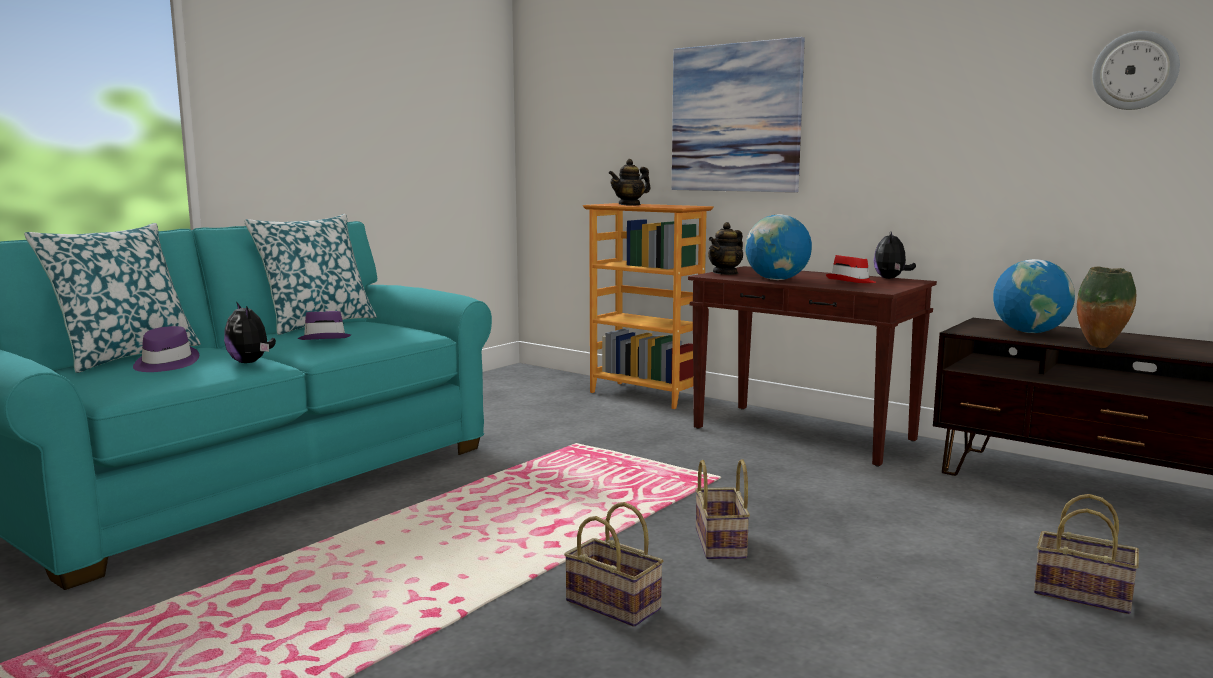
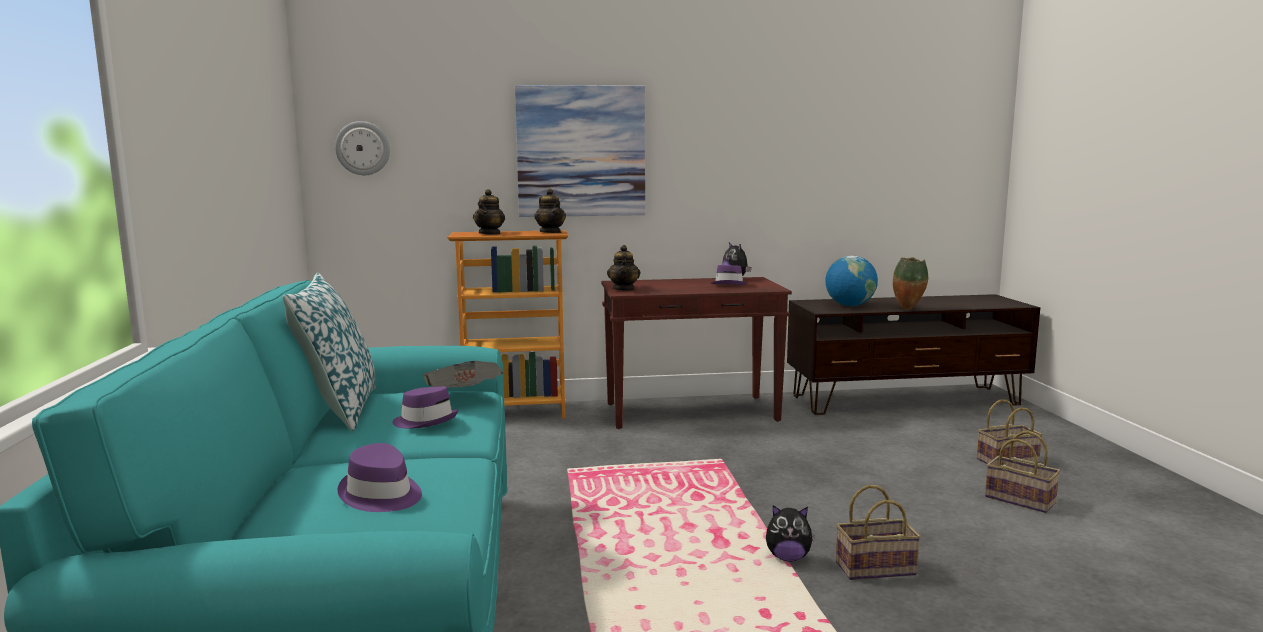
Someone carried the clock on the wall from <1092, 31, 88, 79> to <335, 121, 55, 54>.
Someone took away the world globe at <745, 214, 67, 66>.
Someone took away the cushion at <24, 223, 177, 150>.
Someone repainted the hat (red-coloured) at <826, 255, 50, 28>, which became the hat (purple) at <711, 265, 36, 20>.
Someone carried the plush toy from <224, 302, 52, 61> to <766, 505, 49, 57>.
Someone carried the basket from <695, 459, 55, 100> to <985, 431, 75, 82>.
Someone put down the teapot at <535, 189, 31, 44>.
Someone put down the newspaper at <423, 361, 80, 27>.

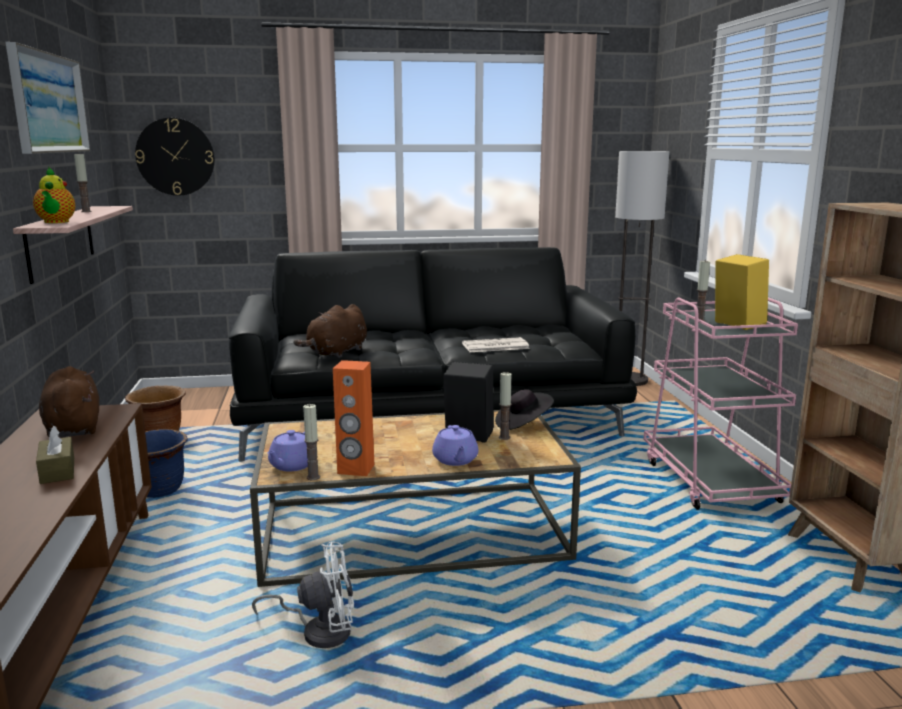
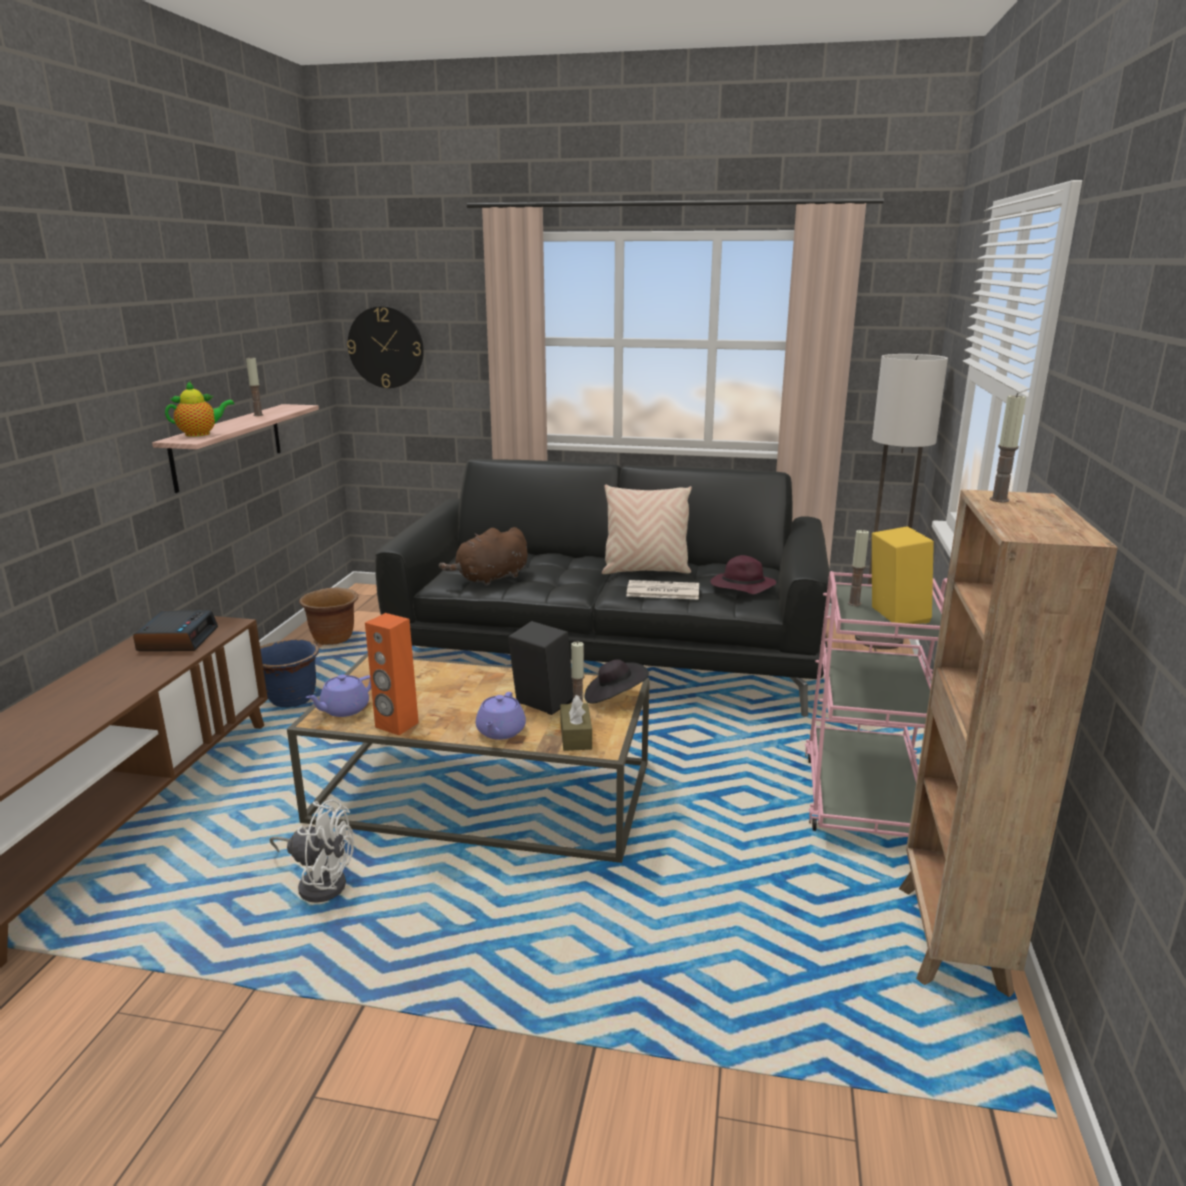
Someone took away the wall art at <6, 42, 84, 112>.
Someone rotated the teapot at <33, 167, 42, 56> by 120 degrees counterclockwise.
Someone swapped the plush toy (brown) at <39, 366, 60, 71> for the bedside clock at <133, 610, 85, 41>.
Someone carried the candle from <303, 404, 17, 76> to <990, 393, 36, 109>.
Someone carried the tissue box (brown) from <36, 426, 38, 58> to <560, 695, 32, 56>.
Someone put down the cushion (sand-coloured) at <602, 485, 90, 89>.
Someone put down the hat (purple) at <711, 555, 65, 39>.

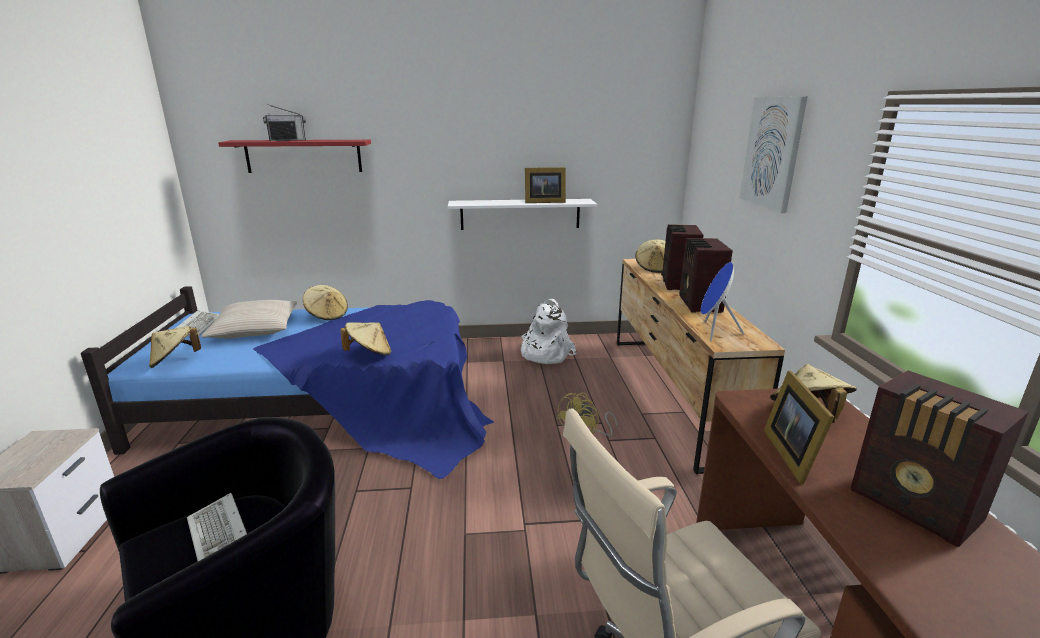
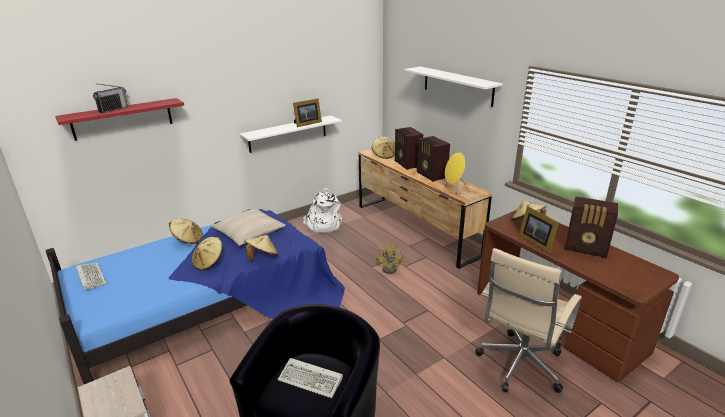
Someone swapped the wall art at <739, 96, 69, 117> for the shelf (white-coloured) at <404, 67, 99, 40>.
Someone repainted the speaker (bluish) at <701, 262, 44, 80>, which became the speaker (yellow-coloured) at <445, 152, 24, 45>.
Someone carried the cushion (sand-coloured) from <201, 300, 96, 39> to <211, 208, 75, 38>.
Someone carried the hat (sand-coloured) from <149, 326, 52, 42> to <192, 237, 31, 34>.

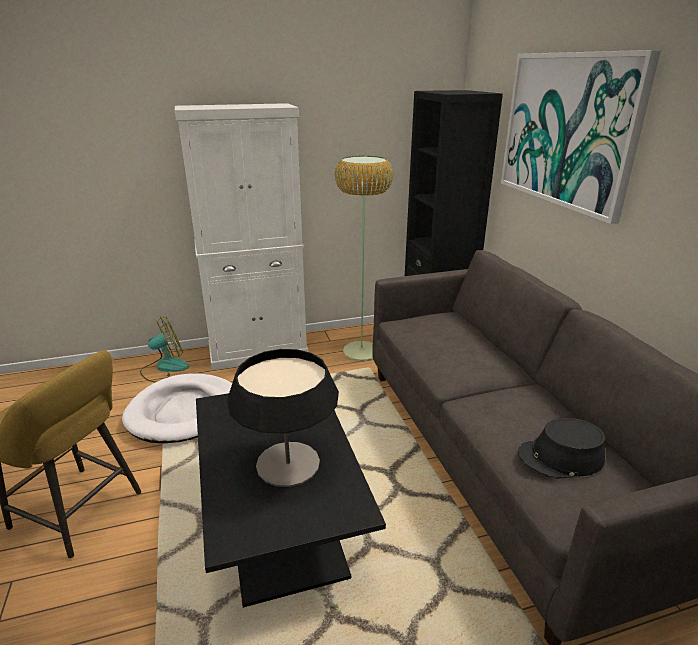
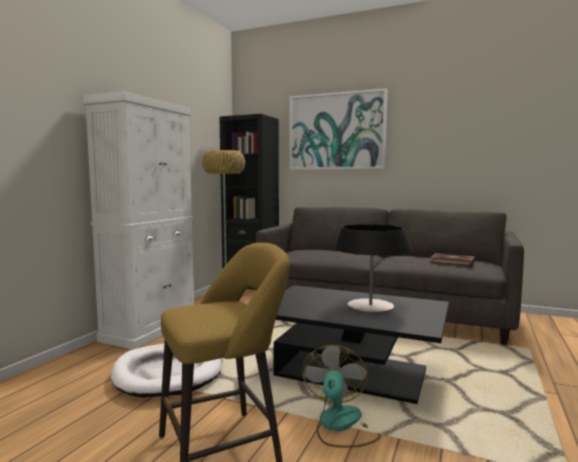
Someone carried the fan from <140, 316, 49, 66> to <302, 345, 79, 103>.
Someone swapped the hat (blackish) at <518, 418, 87, 61> for the book at <430, 253, 45, 13>.

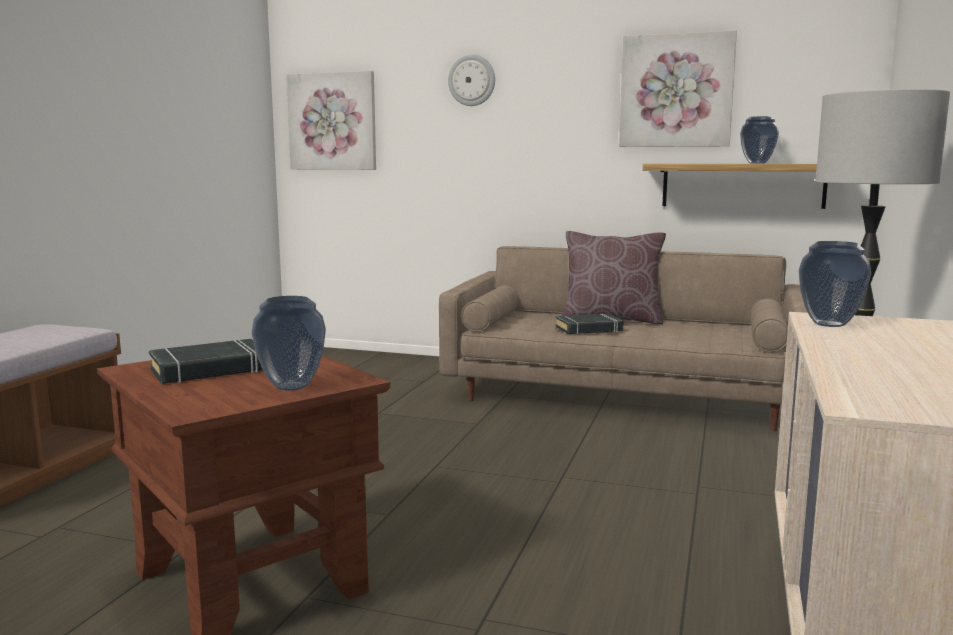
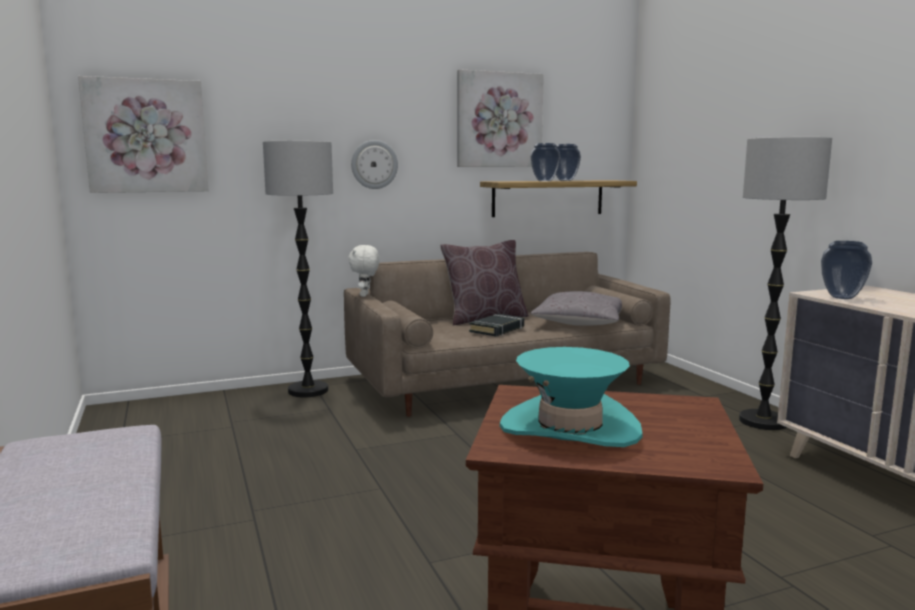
Someone carried the clock on the wall from <448, 54, 47, 52> to <351, 140, 47, 49>.
Someone carried the vase from <252, 296, 74, 95> to <531, 143, 29, 38>.
Someone swapped the book (blackish) at <149, 339, 114, 45> for the hat (turquoise) at <500, 347, 143, 100>.
Someone put down the standing lamp at <263, 141, 70, 256>.
Someone put down the plush toy (white-coloured) at <348, 245, 32, 52>.
Someone put down the cushion (greyish) at <531, 291, 91, 35>.

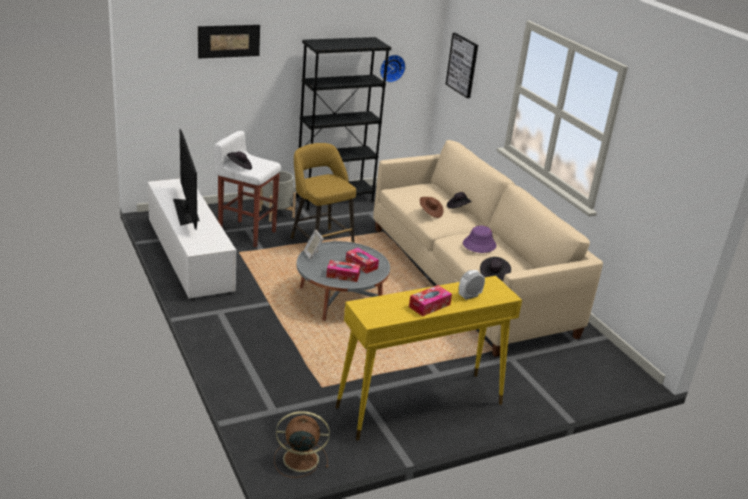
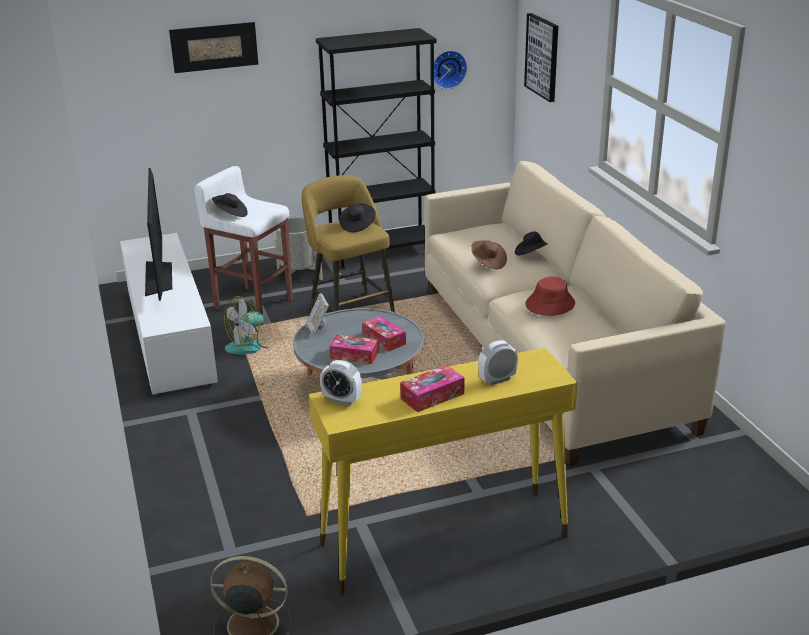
Someone repainted the hat (purple) at <463, 226, 33, 27>, which became the hat (red-coloured) at <525, 277, 50, 39>.
Someone carried the hat (blackish) from <480, 257, 31, 24> to <340, 204, 36, 28>.
Someone put down the fan at <224, 296, 48, 59>.
Someone put down the bedside clock at <320, 360, 42, 45>.

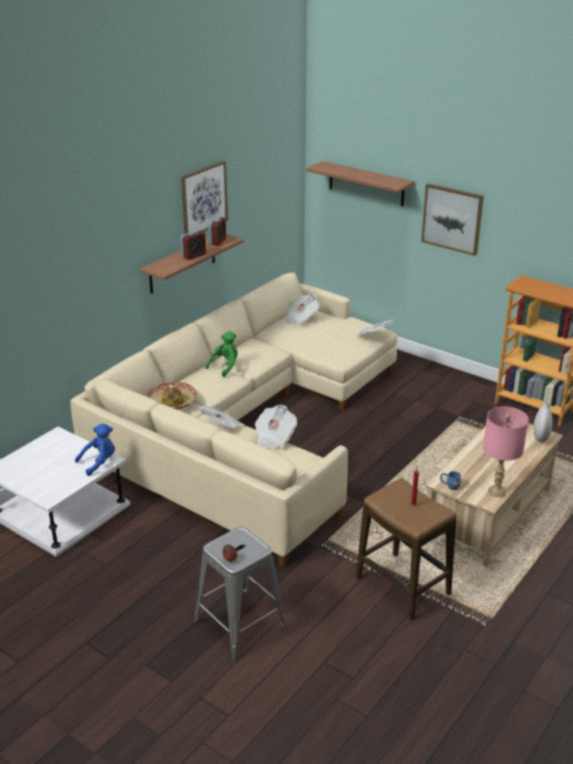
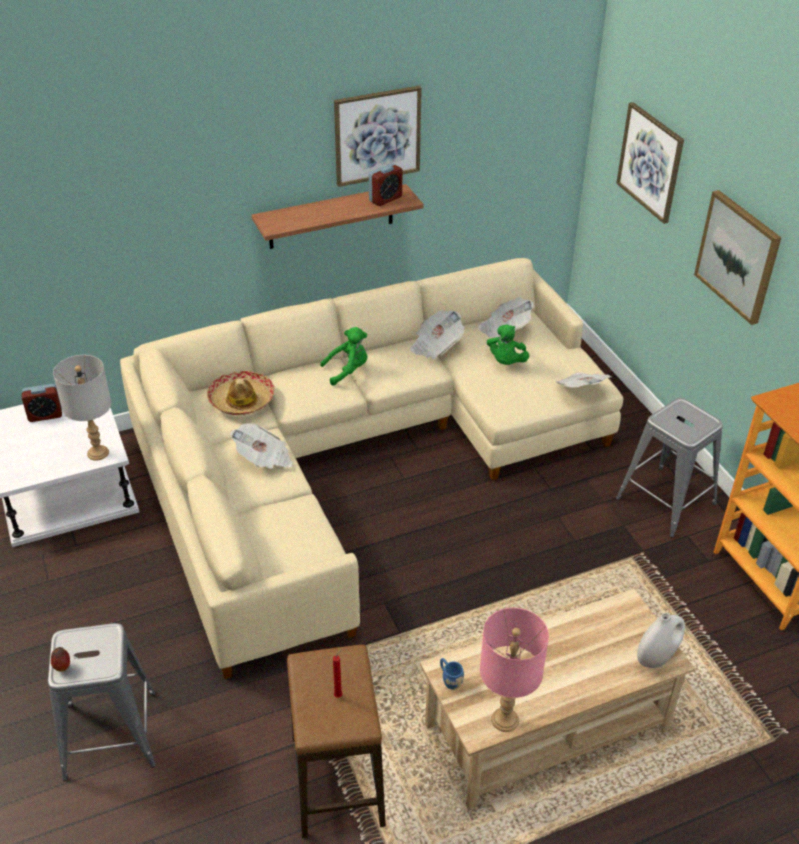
Someone swapped the shelf at <306, 161, 108, 45> for the wall art at <616, 102, 68, 122>.
Someone carried the bedside clock from <180, 230, 26, 30> to <22, 384, 40, 38>.
Someone carried the newspaper from <254, 405, 43, 43> to <410, 310, 54, 49>.
Someone swapped the plush toy (bluish) at <75, 424, 40, 52> for the table lamp (greyish) at <53, 355, 58, 106>.
Someone put down the plush toy (greenish) at <487, 324, 42, 41>.
Someone put down the stool (greyish) at <616, 398, 107, 140>.

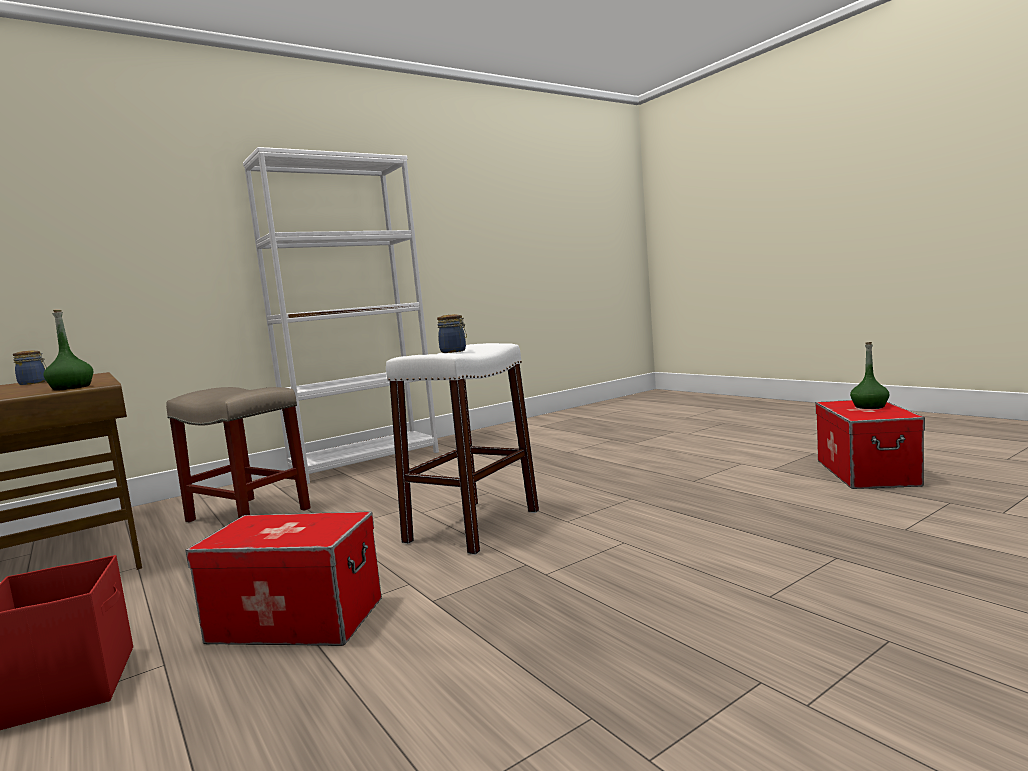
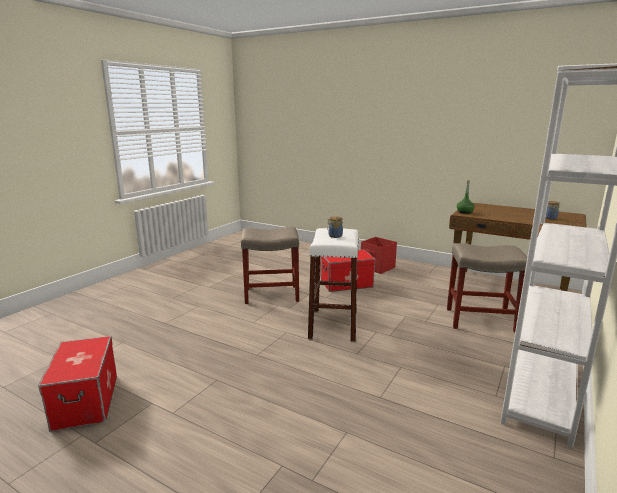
Someone took away the bottle (greenish) at <850, 342, 39, 67>.
Someone put down the stool (sand-coloured) at <241, 227, 58, 77>.

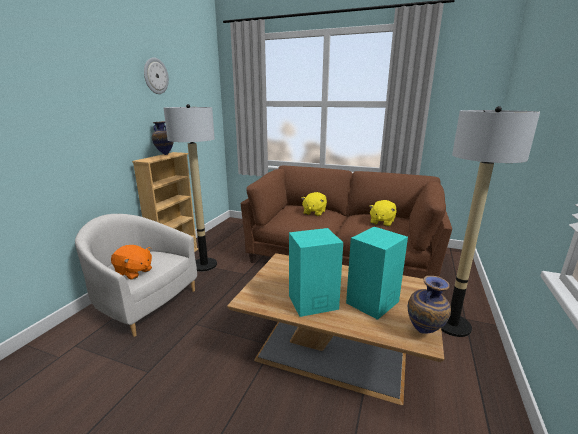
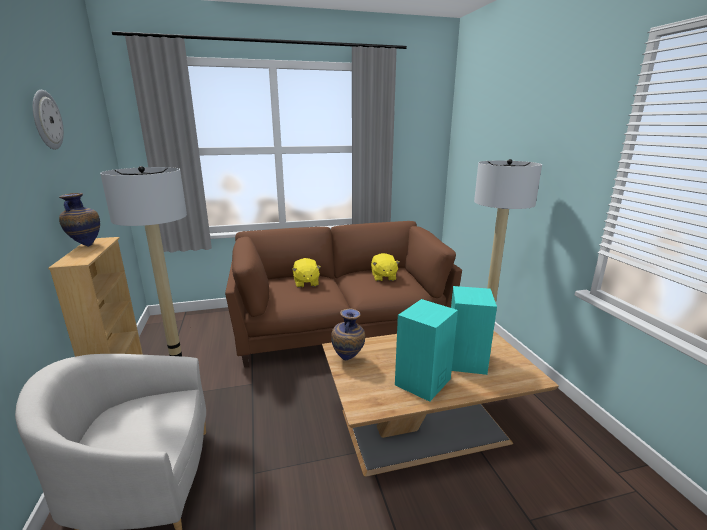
Someone took away the plush toy (orange-coloured) at <111, 245, 41, 35>.
Someone carried the vase from <408, 276, 43, 58> to <331, 308, 34, 53>.

